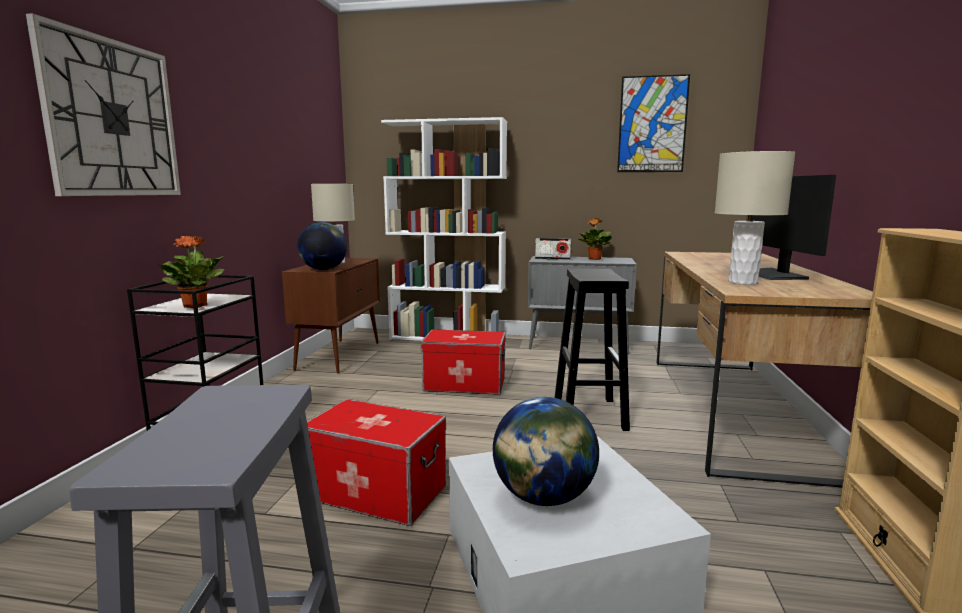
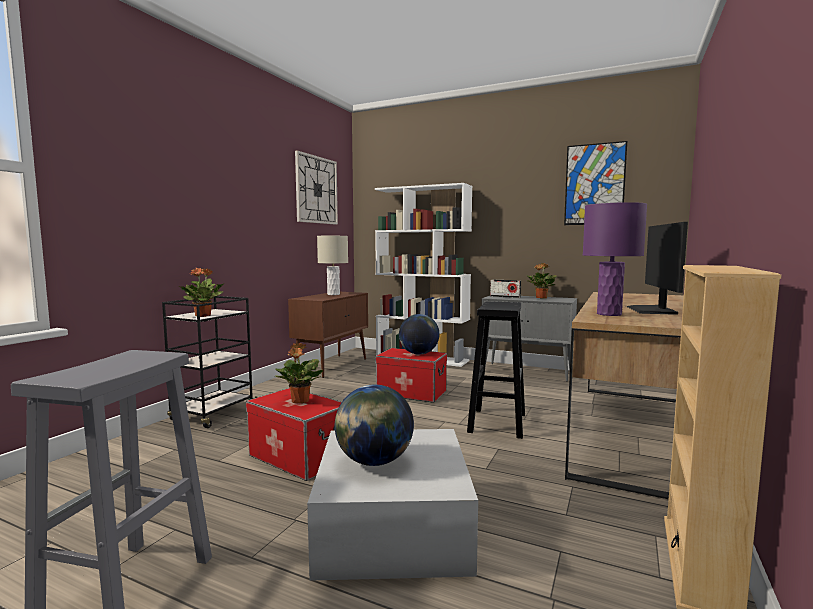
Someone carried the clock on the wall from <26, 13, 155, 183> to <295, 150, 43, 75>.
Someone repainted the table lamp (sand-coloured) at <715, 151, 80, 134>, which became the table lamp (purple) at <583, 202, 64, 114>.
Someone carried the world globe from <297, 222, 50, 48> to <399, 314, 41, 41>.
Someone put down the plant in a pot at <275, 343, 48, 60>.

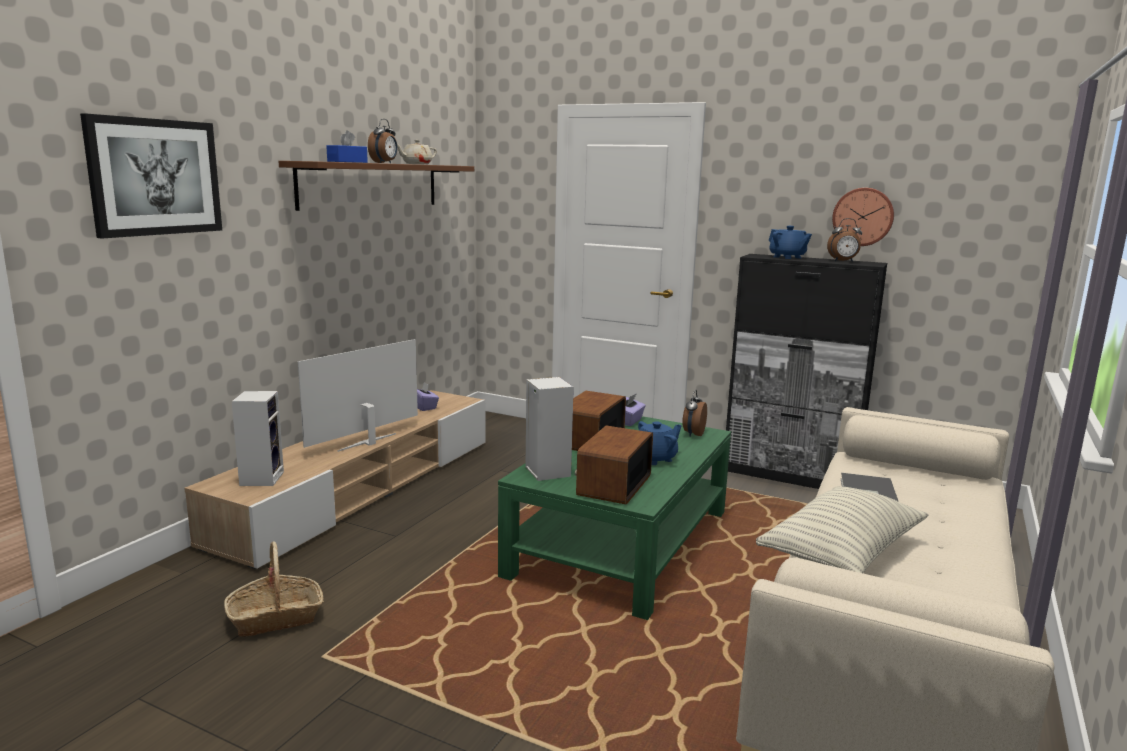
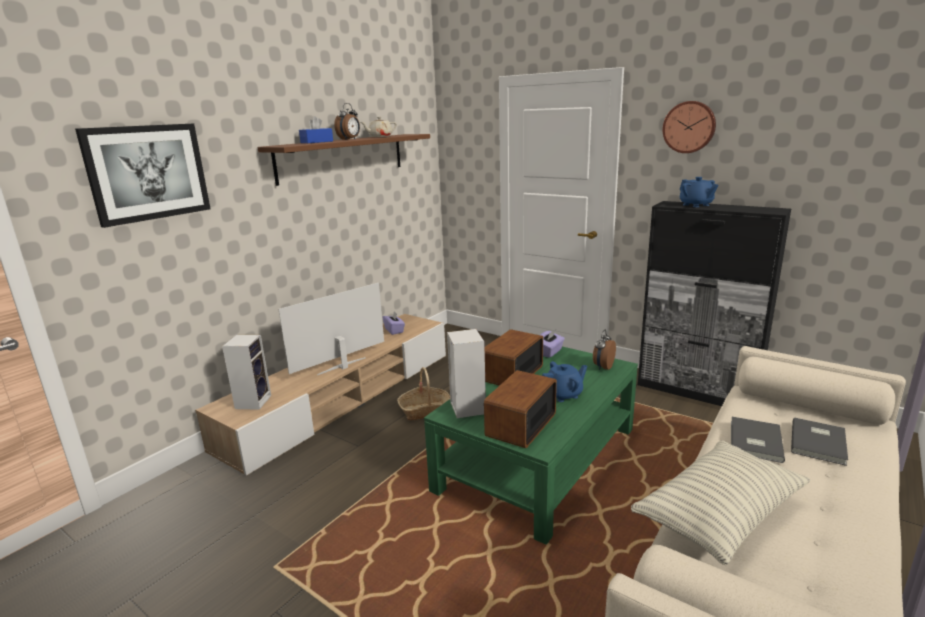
Someone carried the clock on the wall from <832, 188, 62, 58> to <663, 101, 53, 52>.
Someone took away the bedside clock at <827, 218, 35, 44>.
Someone carried the basket from <224, 542, 100, 95> to <397, 367, 53, 53>.
Someone put down the book (greyish) at <791, 417, 57, 49>.

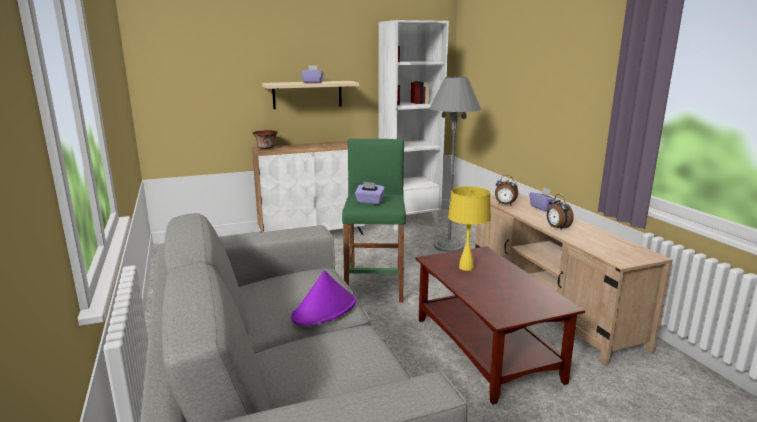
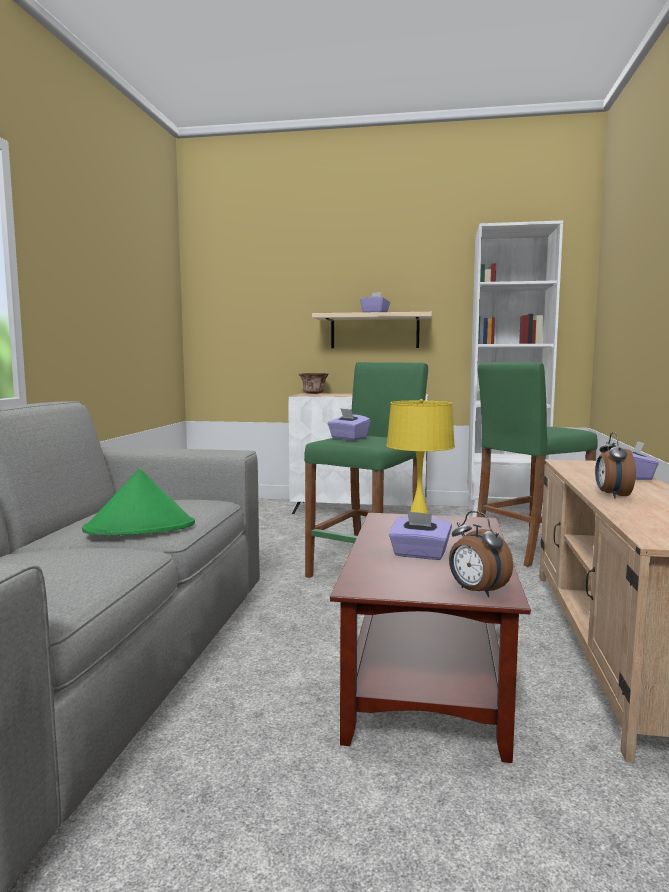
Someone swapped the standing lamp (greyish) at <429, 77, 52, 175> for the stool (greenish) at <477, 362, 121, 205>.
Someone carried the bedside clock from <495, 175, 23, 30> to <449, 511, 64, 86>.
Someone repainted the hat (purple) at <291, 270, 65, 56>, which became the hat (greenish) at <82, 469, 113, 66>.
Someone put down the tissue box (purple) at <389, 511, 63, 49>.

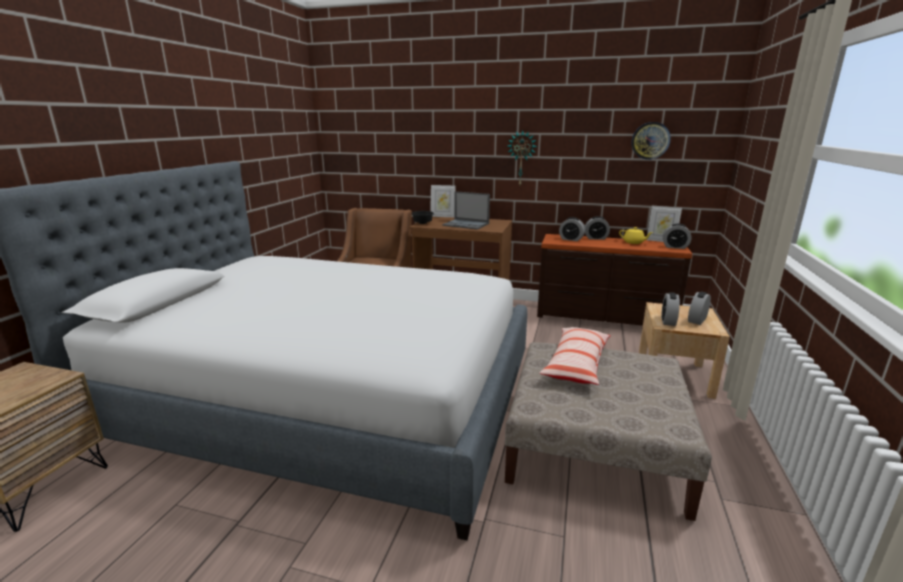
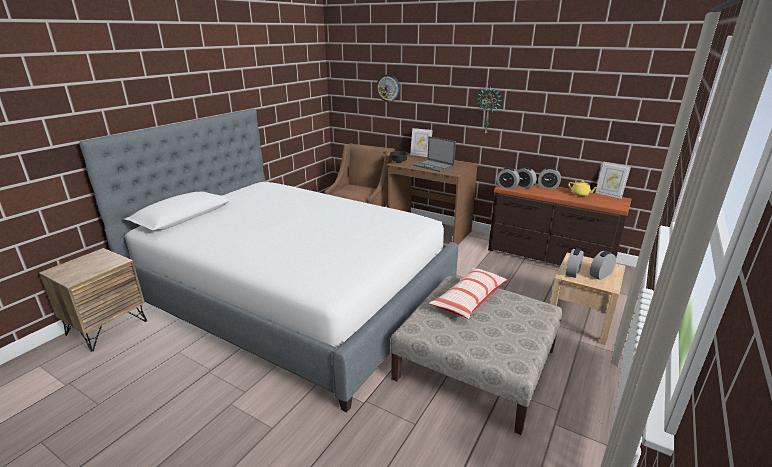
Someone carried the clock on the wall from <632, 122, 39, 38> to <376, 74, 24, 28>.
Someone carried the bedside clock from <663, 224, 28, 25> to <497, 167, 23, 22>.

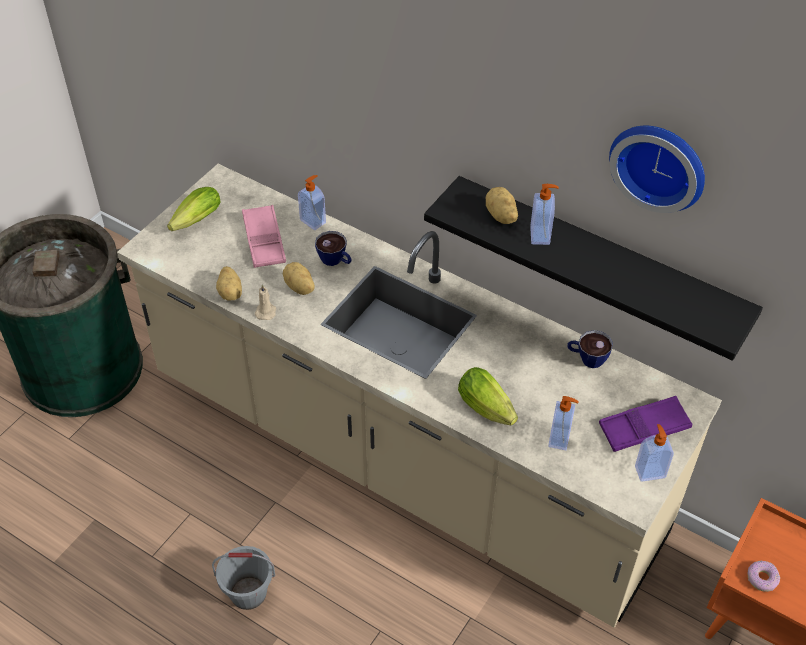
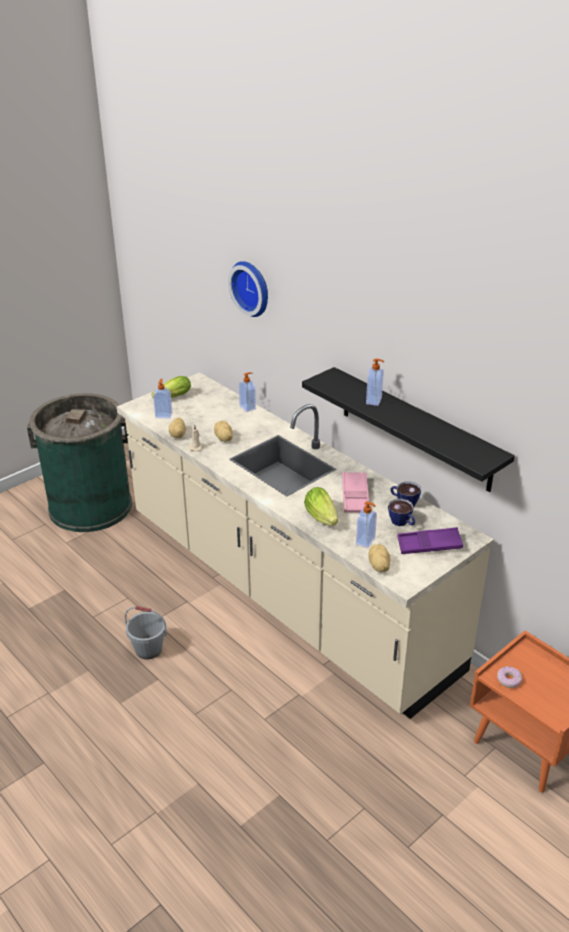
Someone carried the clock on the wall from <609, 126, 96, 87> to <228, 261, 40, 56>.
Someone carried the whole potato from <485, 187, 33, 37> to <368, 544, 22, 28>.
Someone carried the serving tray (pinkish) from <242, 205, 44, 63> to <342, 472, 28, 41>.
Someone carried the small cup from <315, 231, 37, 35> to <388, 499, 27, 27>.
Someone carried the liquid soap bottle from <635, 424, 39, 58> to <153, 379, 19, 40>.

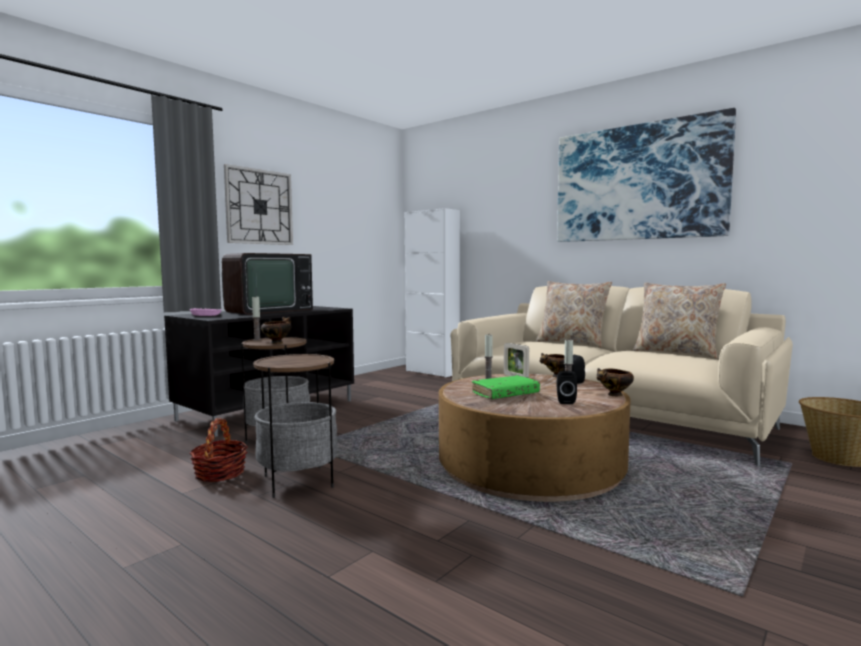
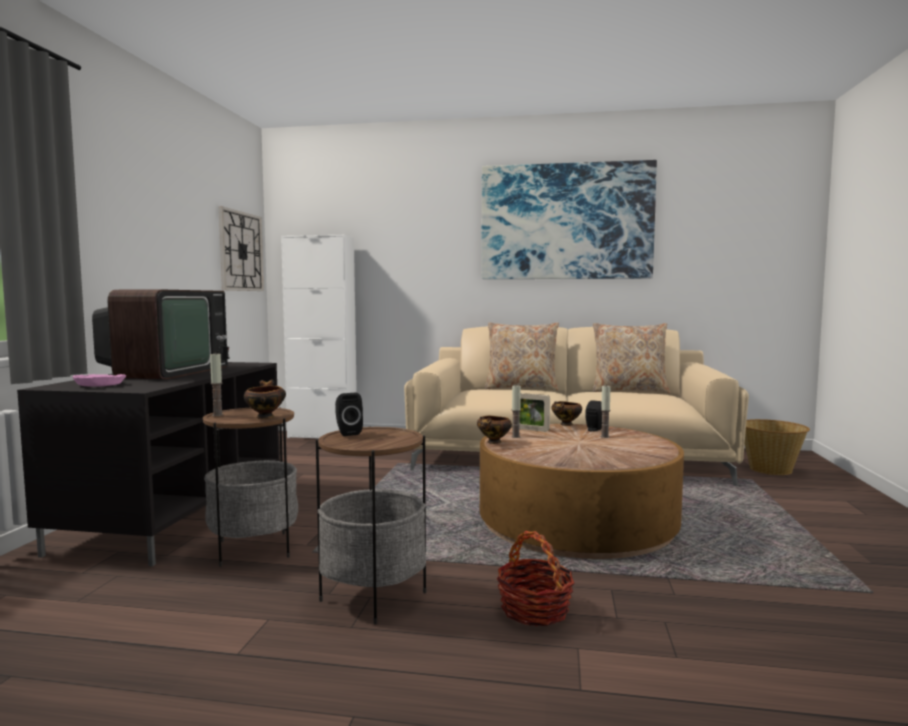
Someone carried the clock on the wall from <224, 164, 69, 81> to <219, 206, 45, 85>.
Someone carried the deep dish from <597, 368, 37, 28> to <477, 416, 35, 28>.
Someone carried the speaker (blackish) from <557, 371, 20, 33> to <335, 393, 28, 43>.
Someone took away the book (greenish) at <472, 375, 68, 24>.
Someone carried the basket from <189, 418, 59, 64> to <497, 531, 77, 95>.

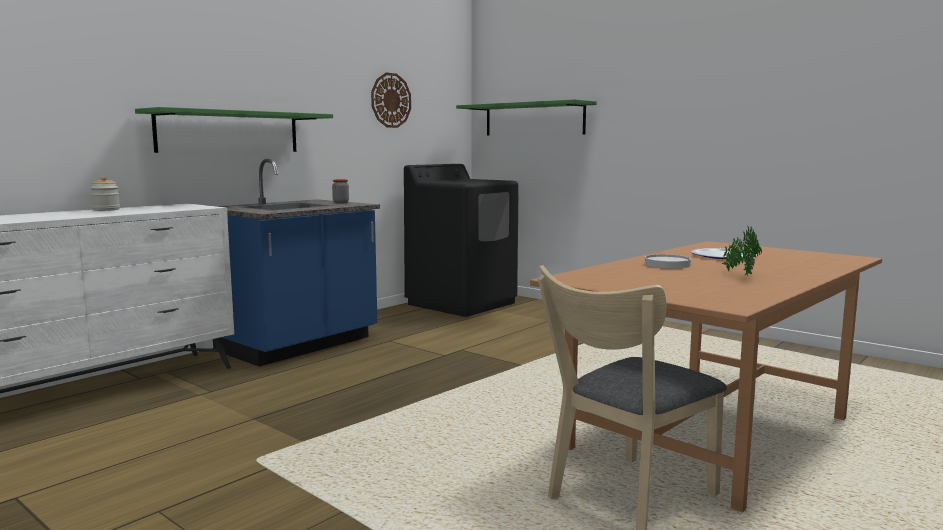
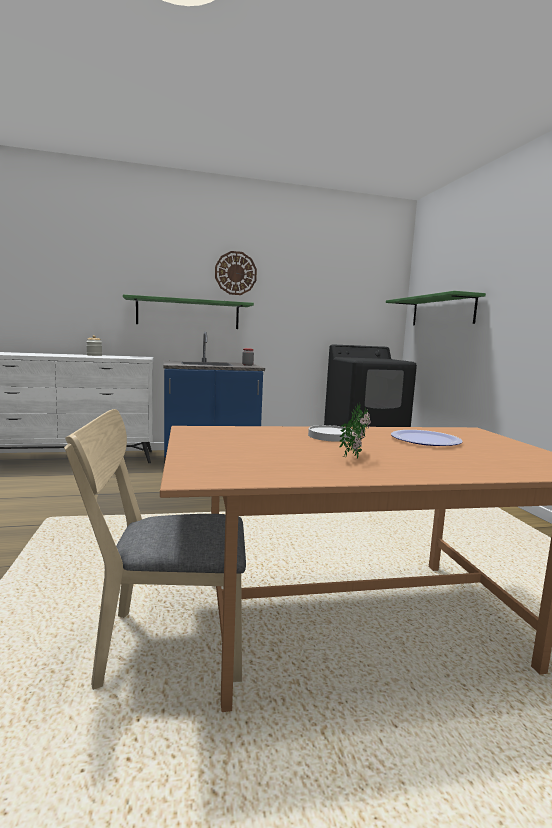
Someone carried the clock on the wall from <371, 73, 40, 55> to <215, 251, 42, 44>.

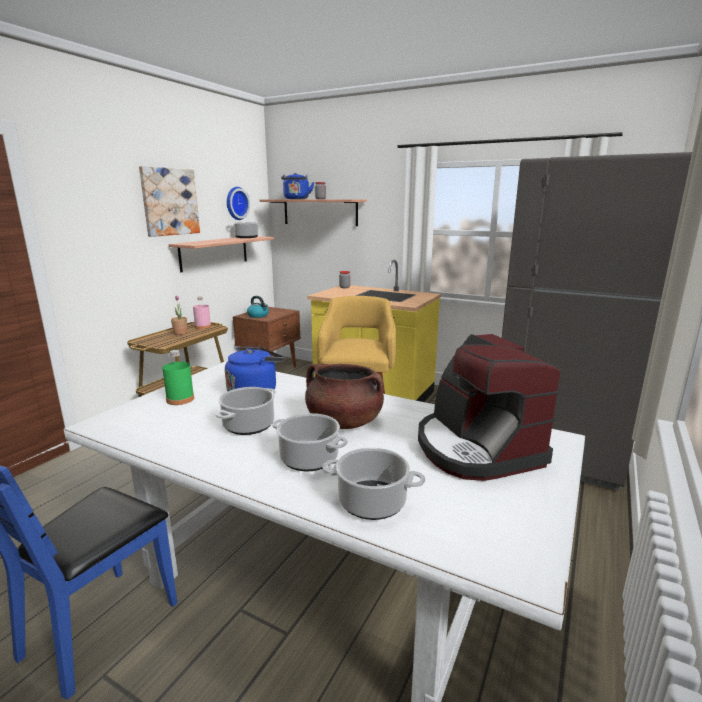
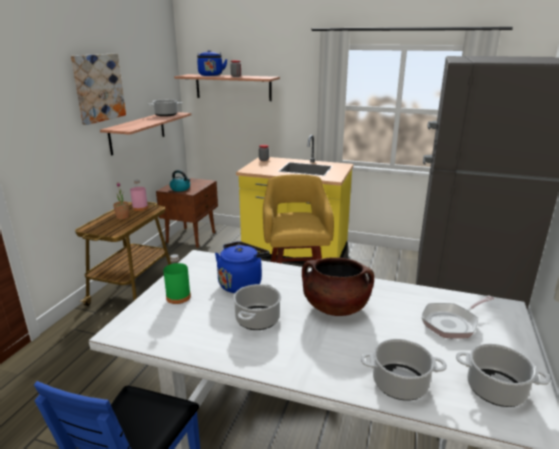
Someone took away the clock on the wall at <227, 187, 23, 33>.
Someone swapped the coffee machine at <418, 334, 142, 147> for the pan at <421, 295, 73, 43>.
Someone carried the cooking pot from <272, 413, 76, 59> to <456, 344, 94, 63>.

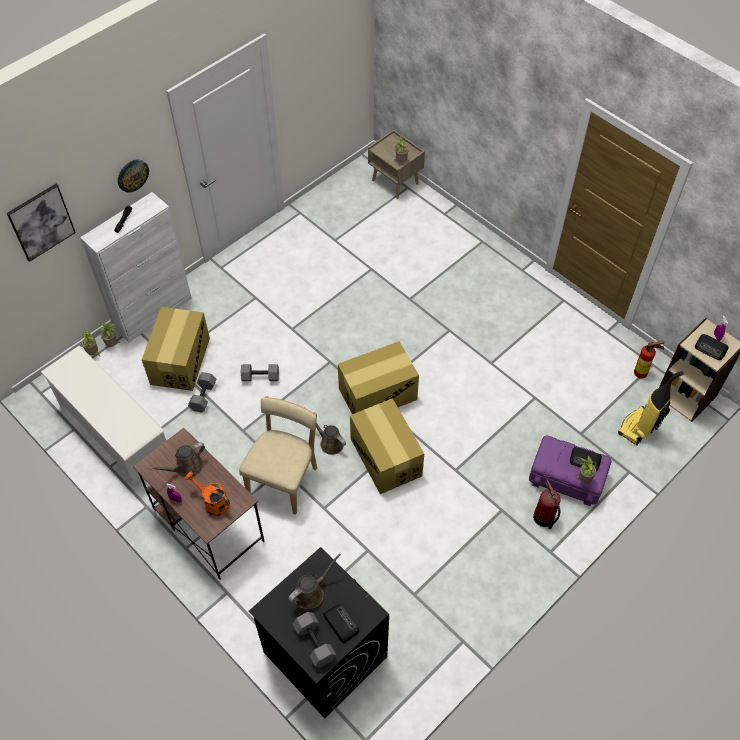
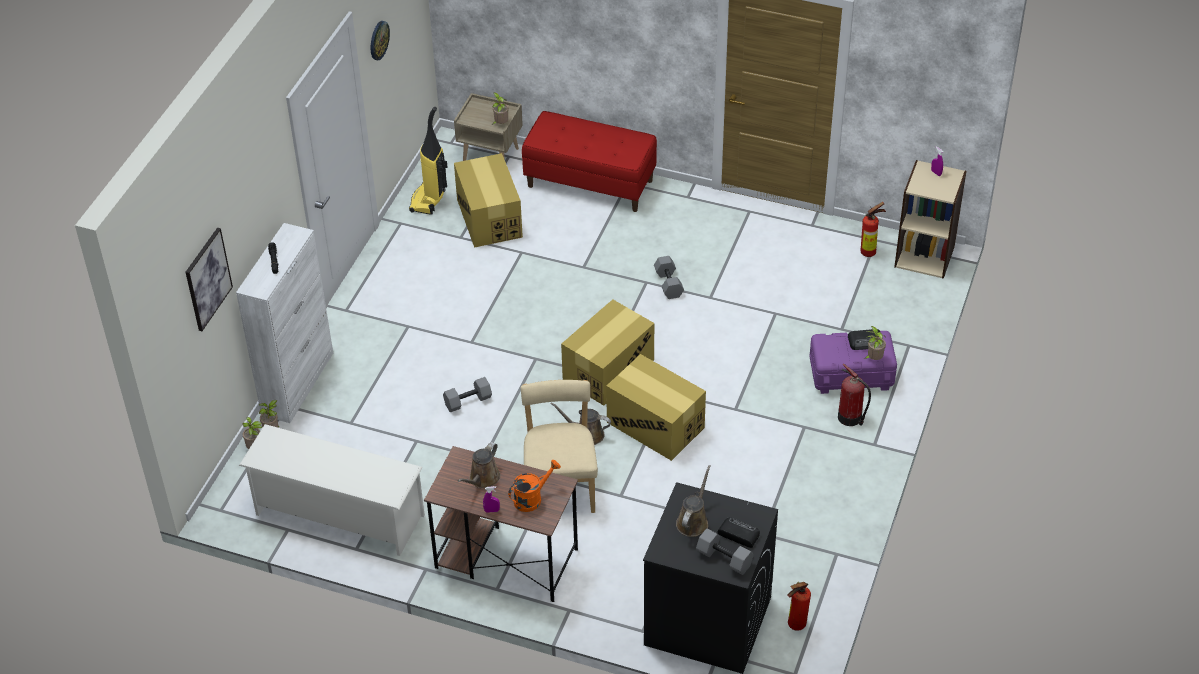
Someone carried the clock on the wall from <118, 160, 31, 33> to <371, 21, 19, 39>.
Someone carried the cardboard box from <142, 307, 68, 84> to <454, 153, 69, 95>.
Someone took away the radio receiver at <695, 334, 34, 26>.
Someone carried the hoover from <618, 371, 66, 75> to <409, 107, 39, 108>.
Someone carried the dumbbell (greyish) from <188, 372, 28, 41> to <654, 256, 30, 43>.
Someone rotated the sprinkling can (orange-coloured) at <185, 472, 45, 44> by 135 degrees clockwise.
Someone put down the bench (red-coloured) at <522, 111, 135, 101>.
Someone put down the extinguisher at <787, 582, 24, 49>.

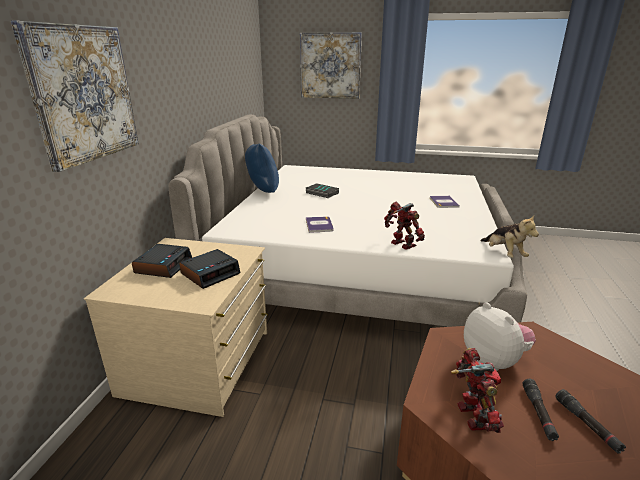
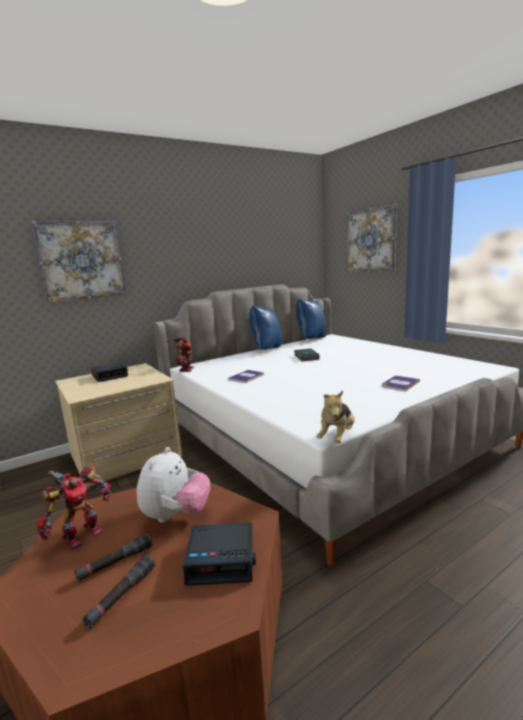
Someone carried the model robot from <384, 202, 41, 48> to <166, 337, 29, 35>.
Someone carried the bedside clock from <179, 249, 61, 40> to <183, 523, 73, 63>.
Someone put down the cushion (bluish) at <296, 298, 30, 41>.

